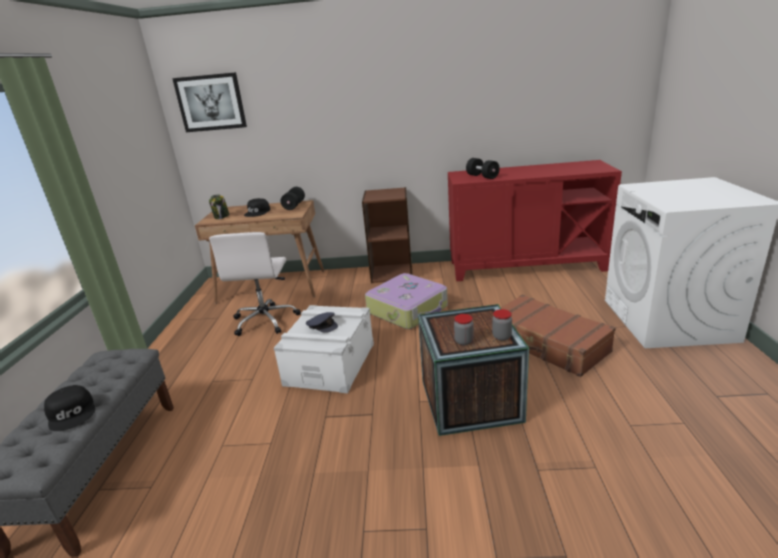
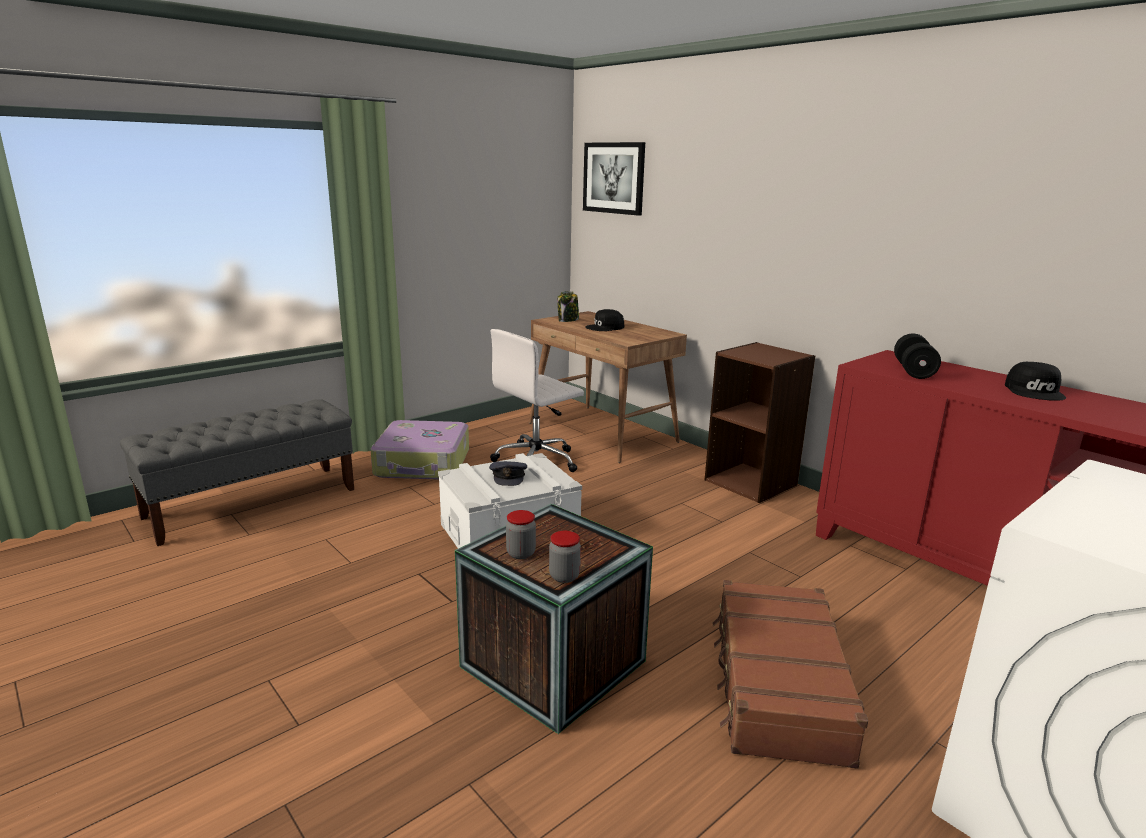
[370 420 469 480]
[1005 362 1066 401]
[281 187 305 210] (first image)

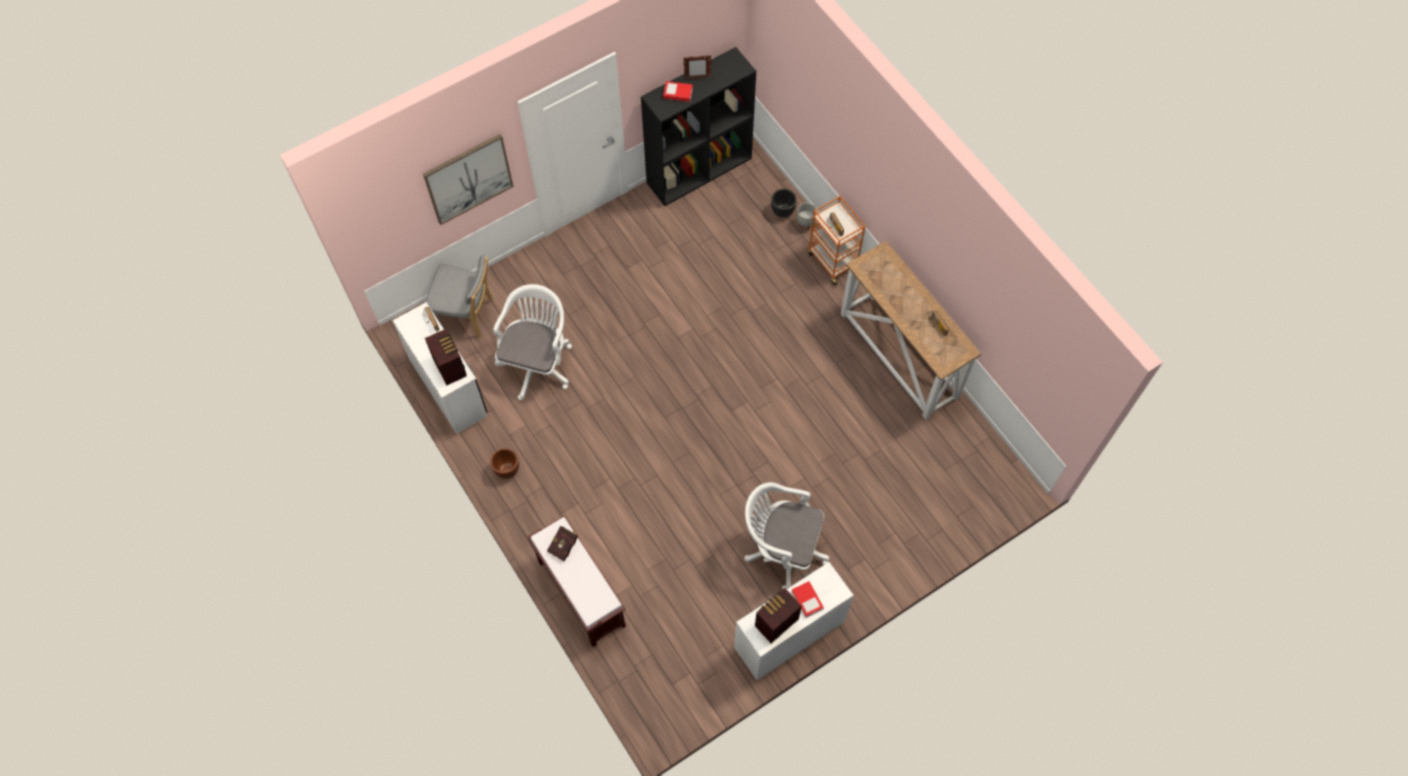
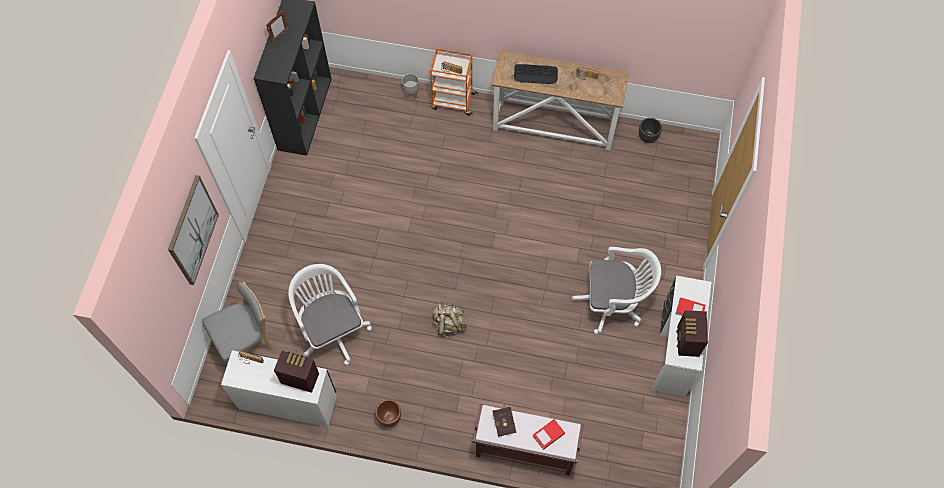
[432 301 466 337]
[514 64 558 84]
[533 419 565 450]
[572 247 661 334]
[639 118 662 143]

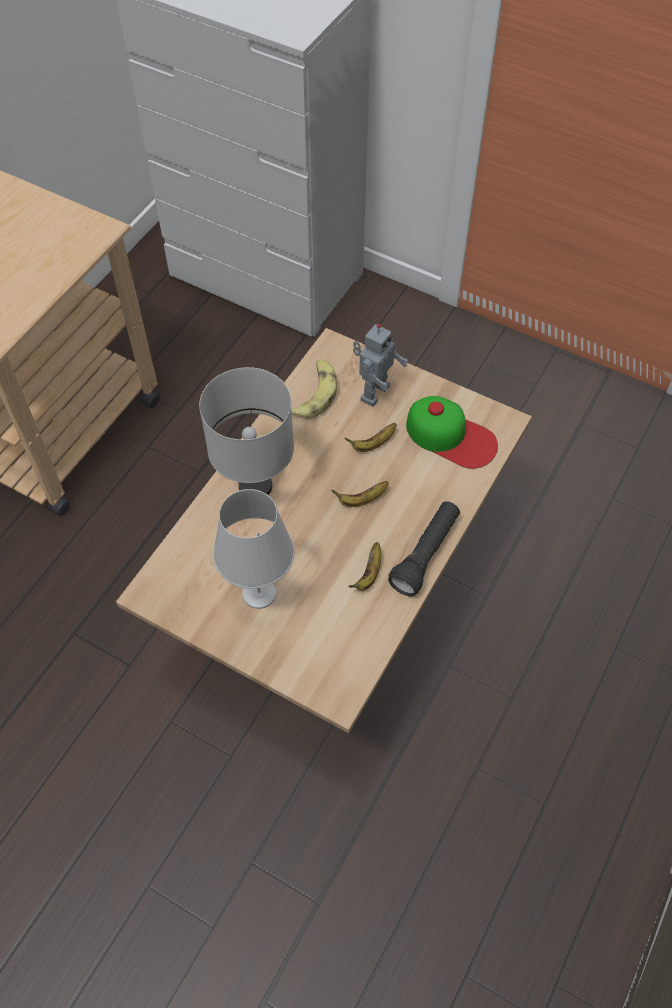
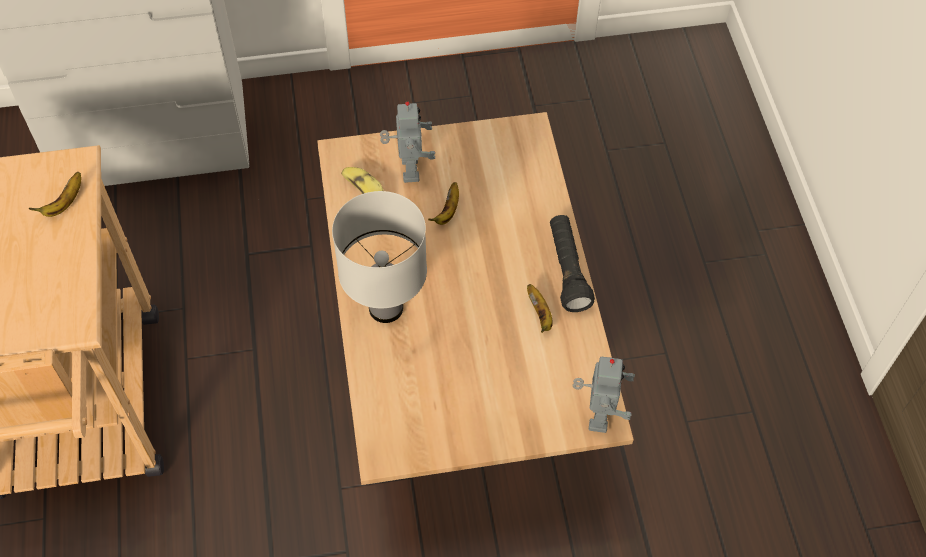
[28 172 81 217]
[572 357 635 433]
[213 489 294 609] (first image)
[406 396 498 469] (first image)

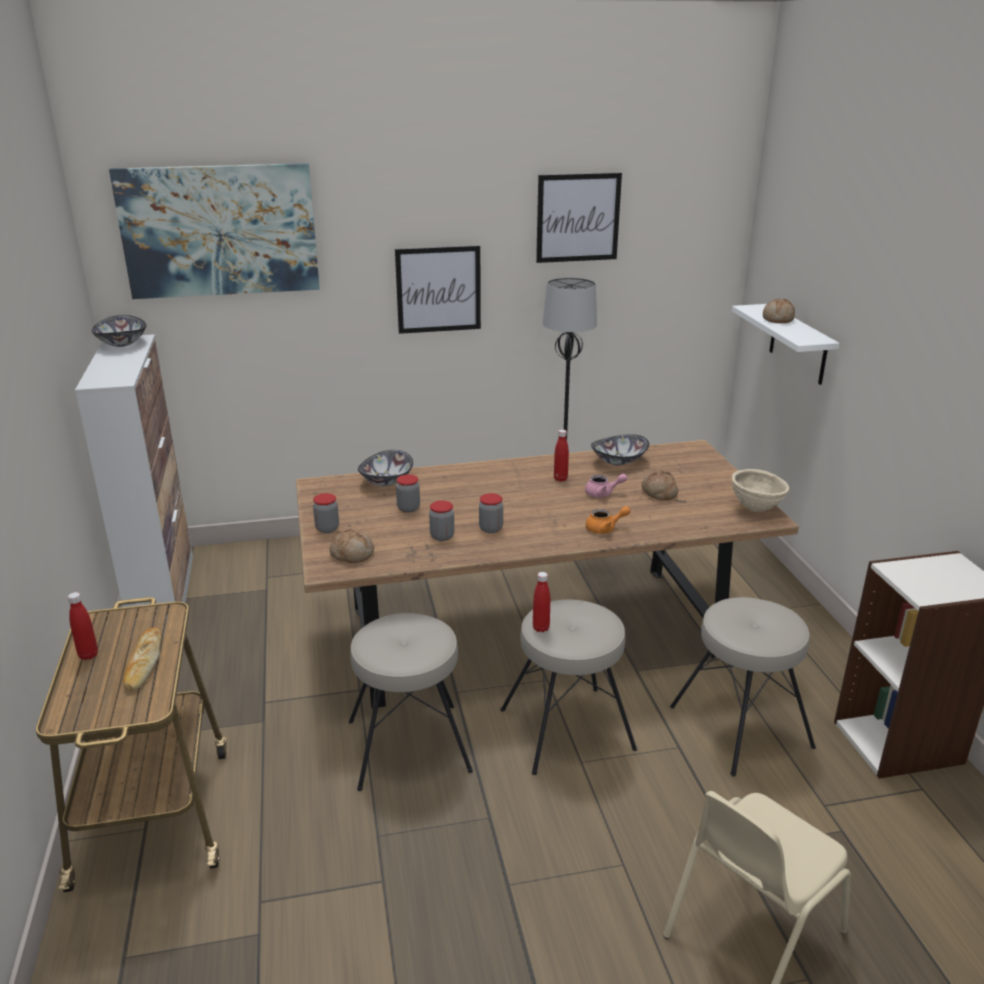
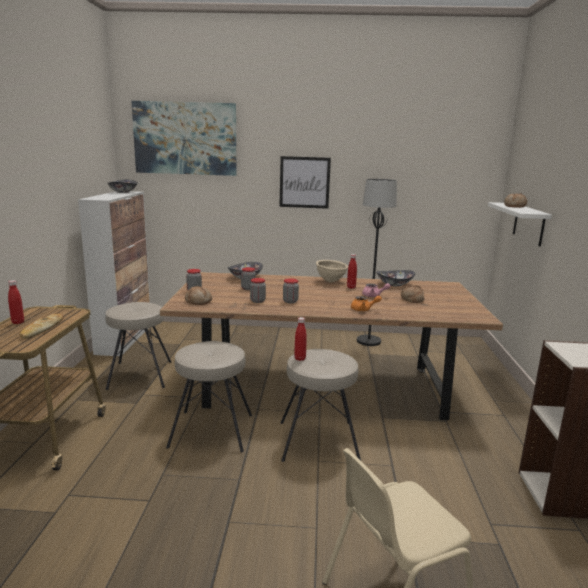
[106 302 171 390]
[316 260 348 282]
[536 173 622 263] (first image)

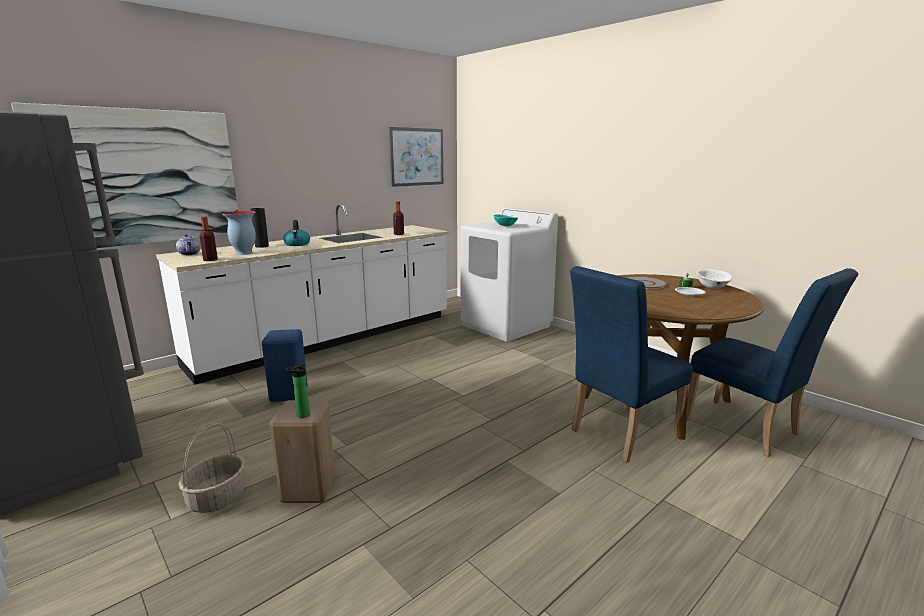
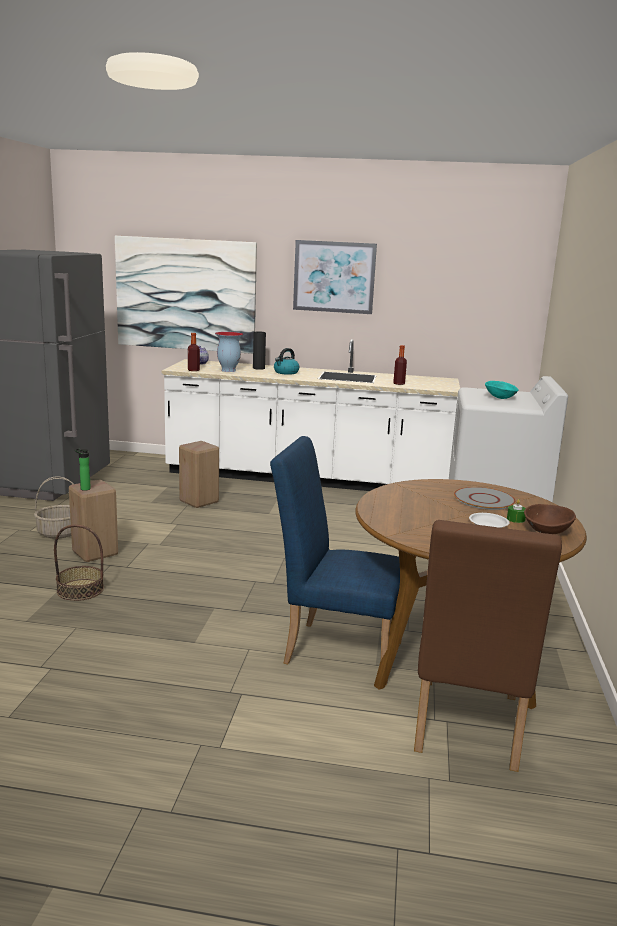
[54 524 104 601]
[179 441 219 508]
[293 240 377 314]
[414 520 562 772]
[524 504 576 534]

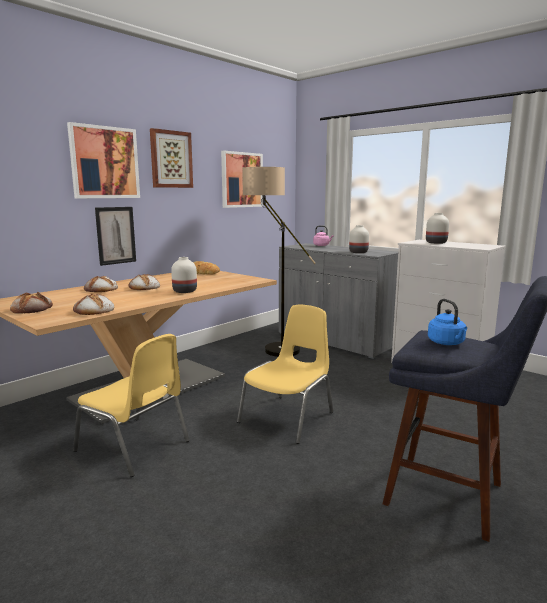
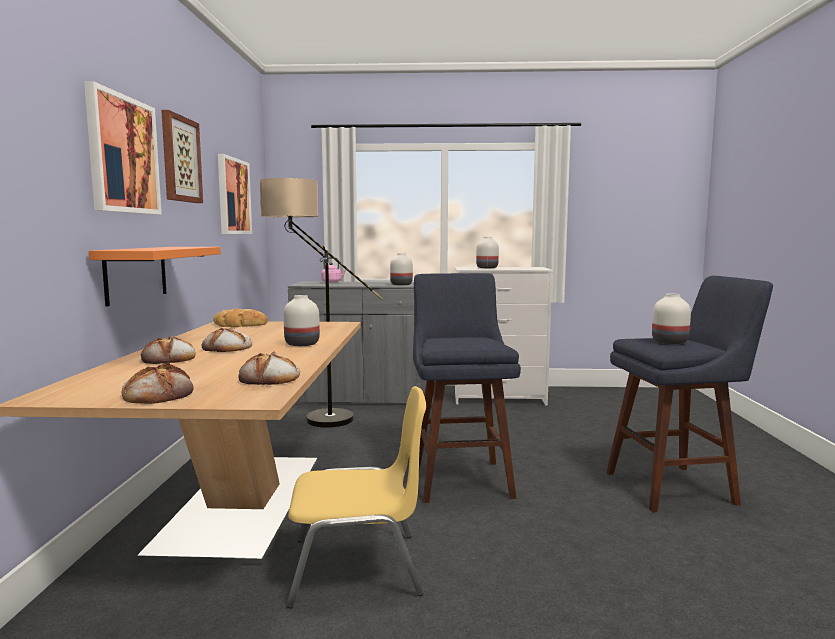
[89 247 221 307]
[413 273 521 503]
[652 294 691 344]

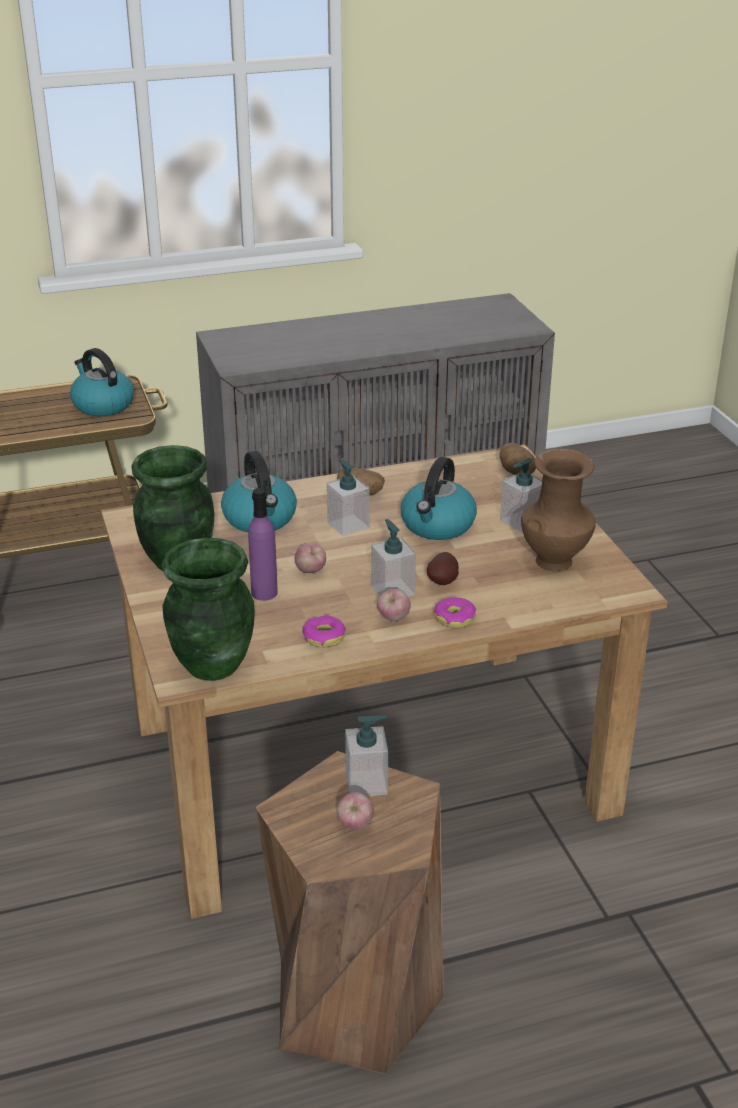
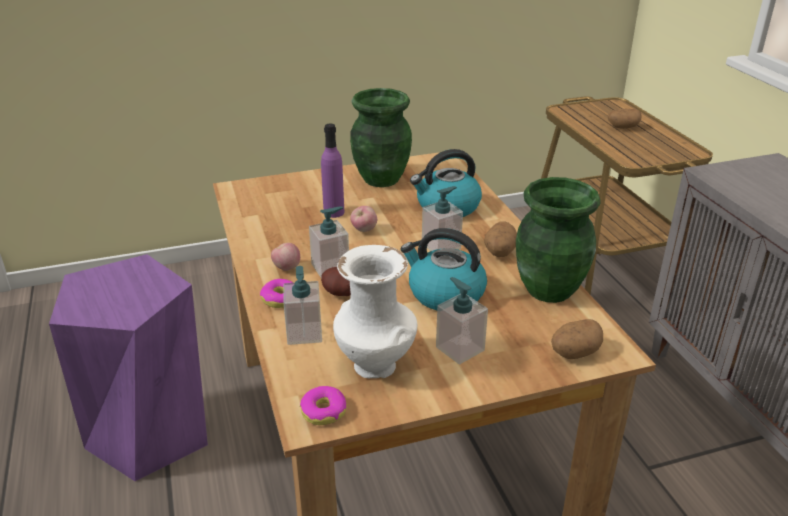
[49 254 208 481]
[284 266 322 345]
[300 386 346 425]
[333 245 417 378]
[516 177 601 303]
[608 109 642 129]
[70 348 134 416] (first image)
[337 792 374 830] (first image)

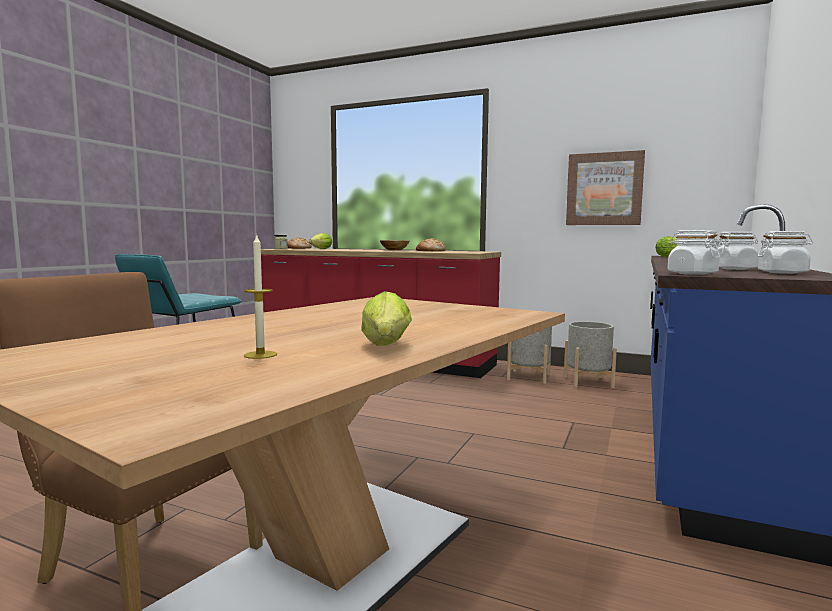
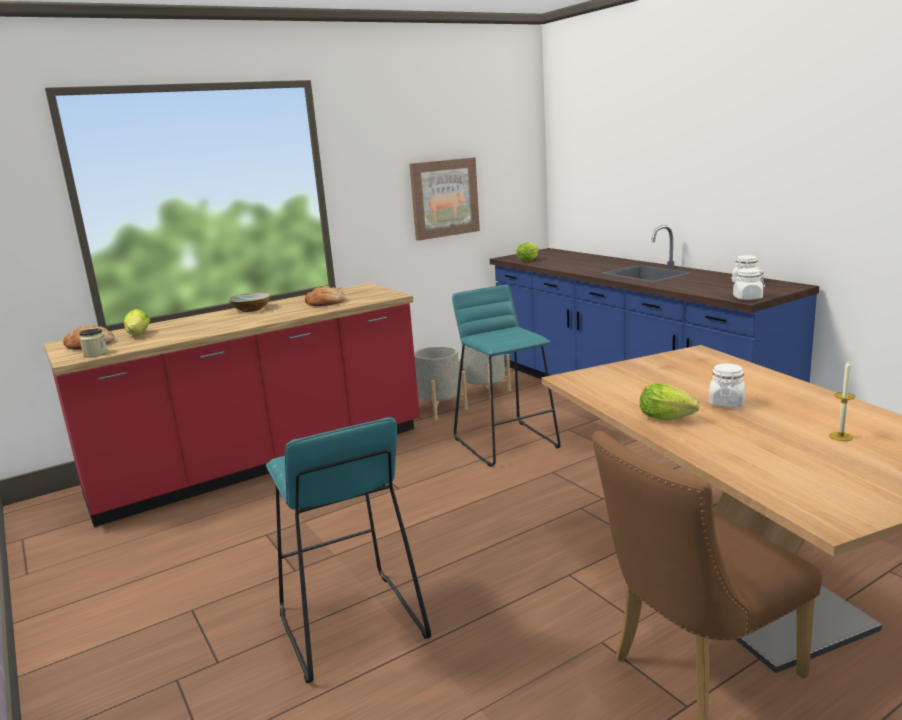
[452 285 561 467]
[640 383 700 420]
[709 364 745 408]

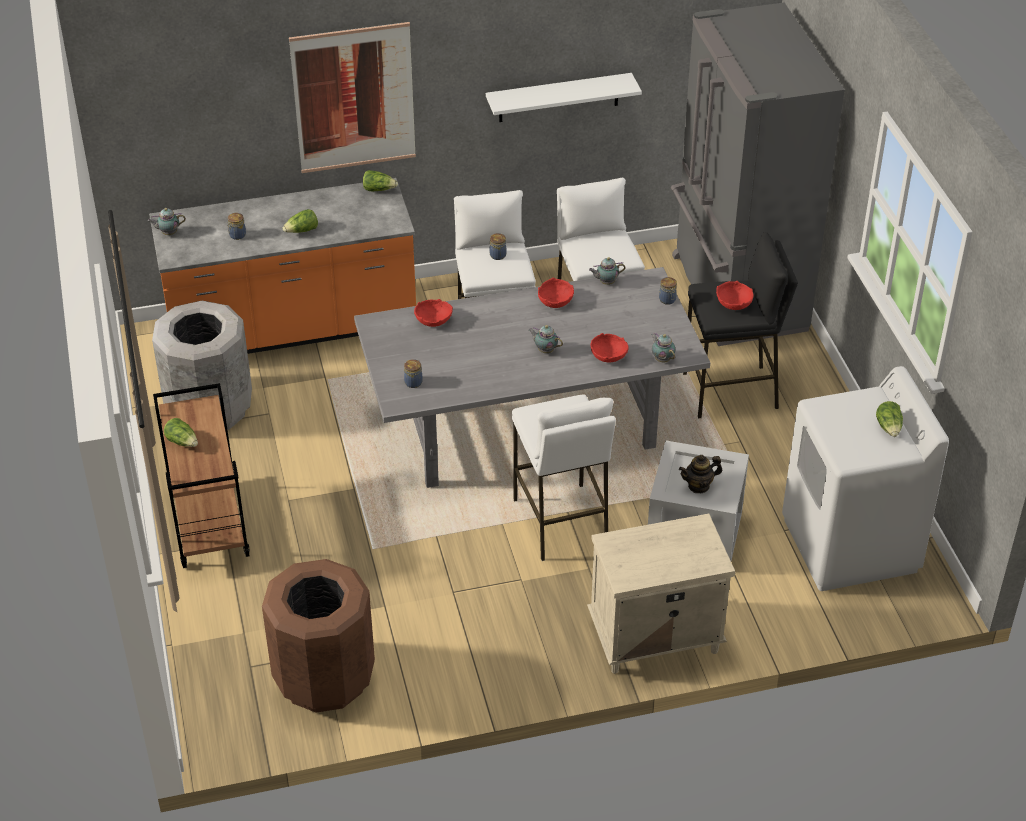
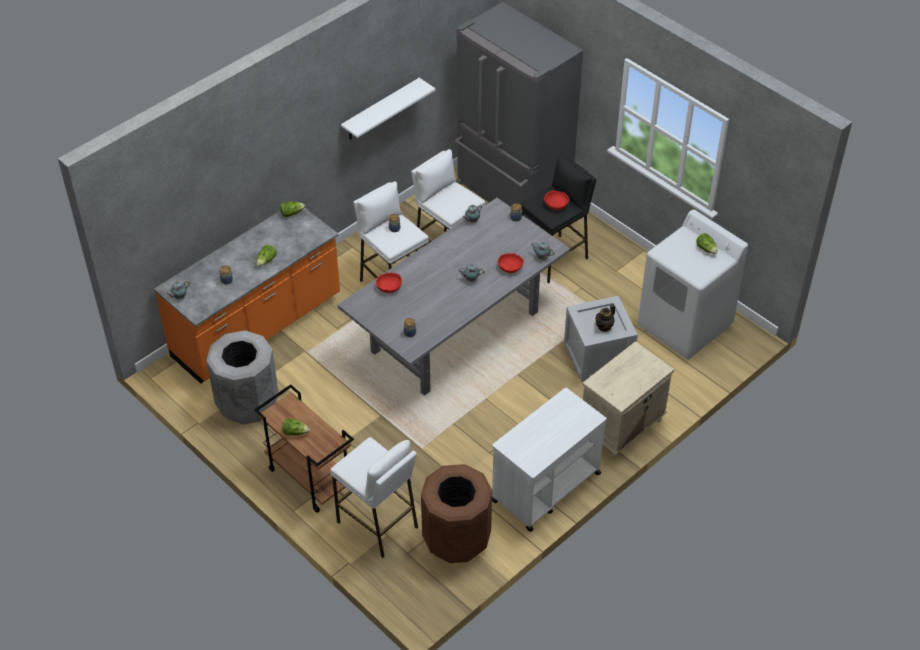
[330 437 418 558]
[492 388 607 532]
[289 22 416 173] (first image)
[538 278 574 308] (first image)

